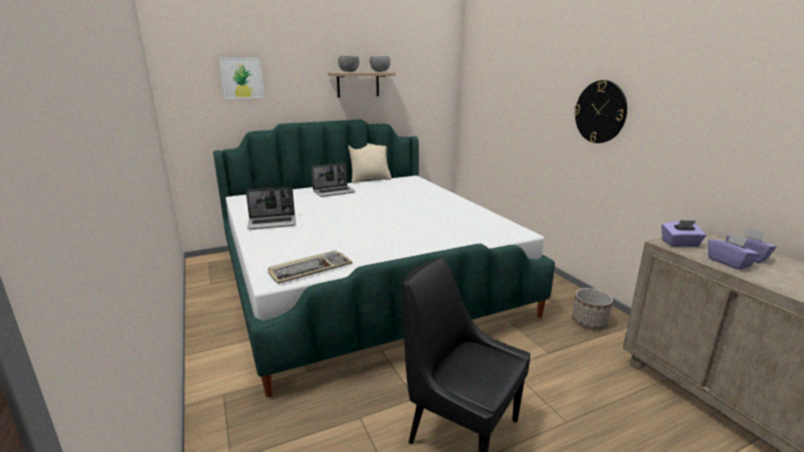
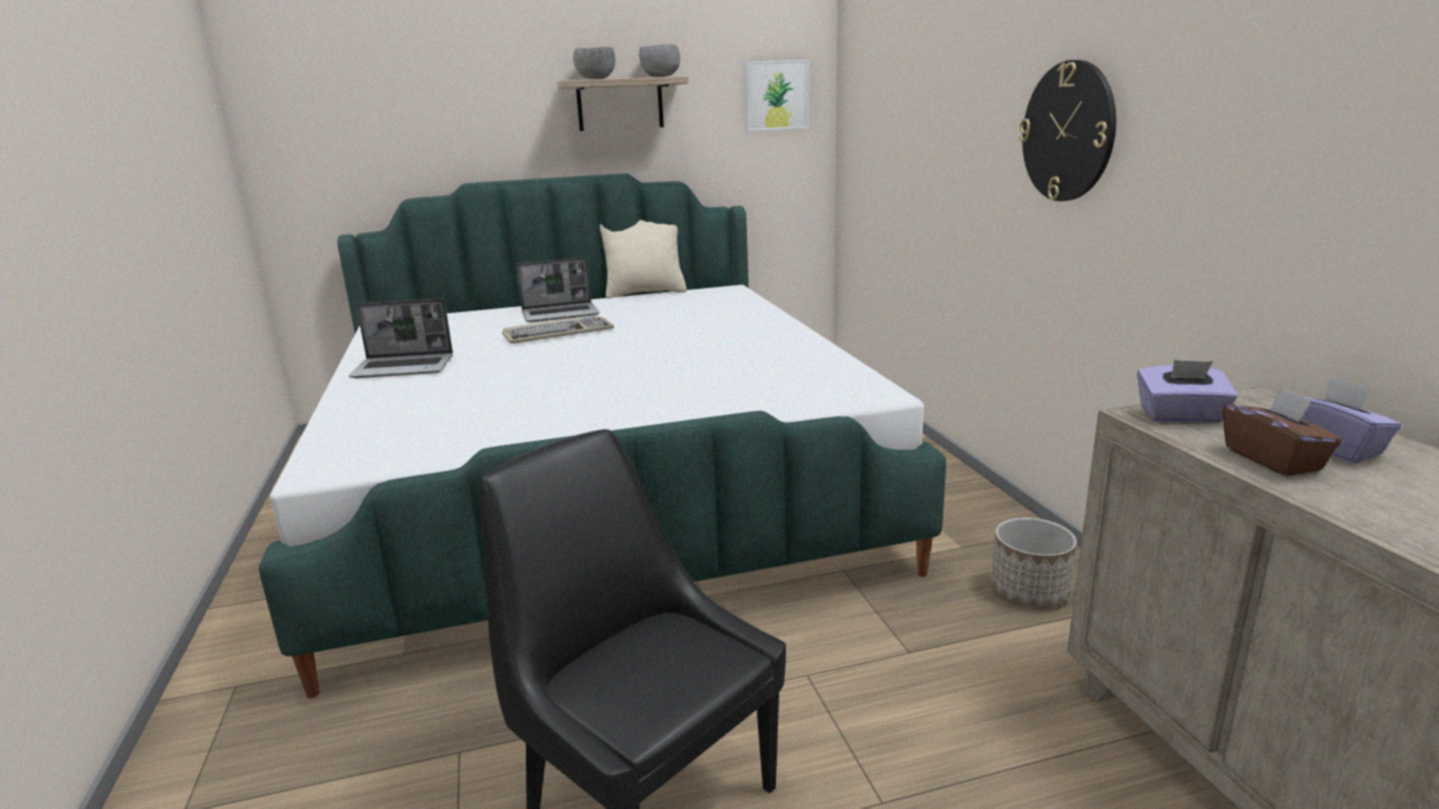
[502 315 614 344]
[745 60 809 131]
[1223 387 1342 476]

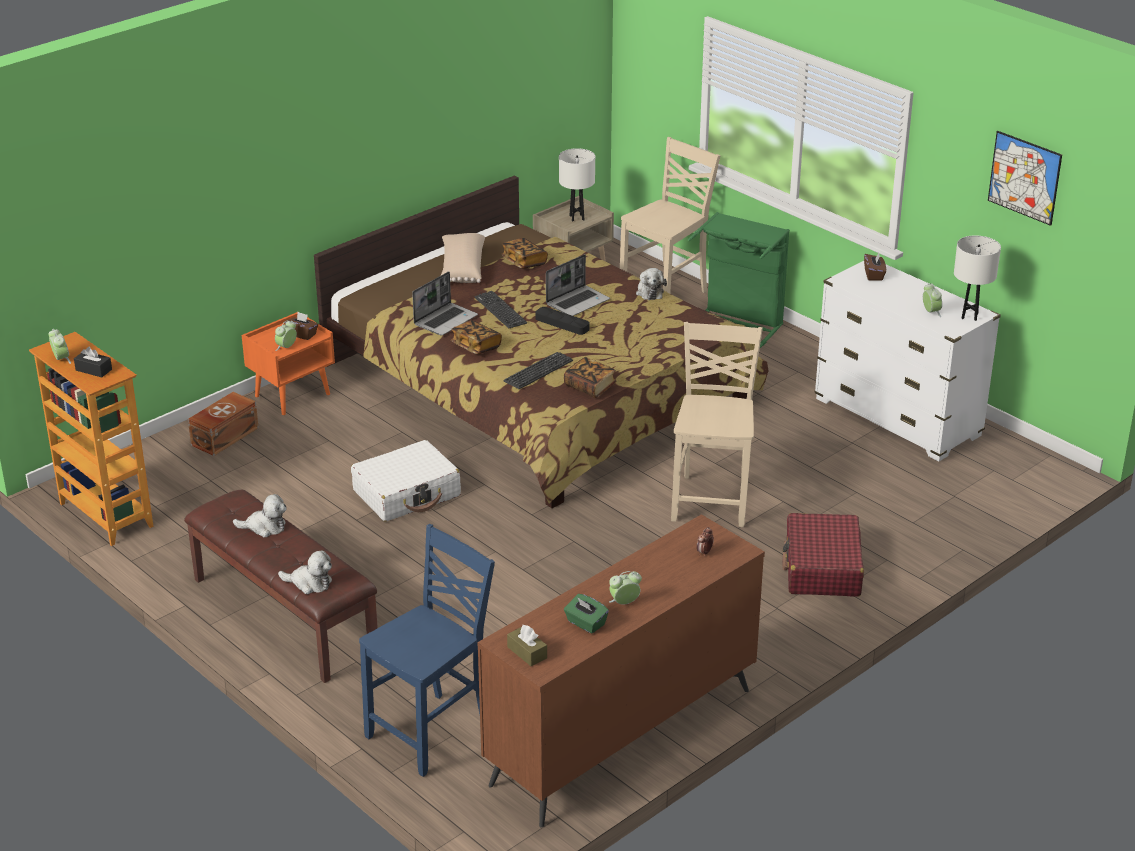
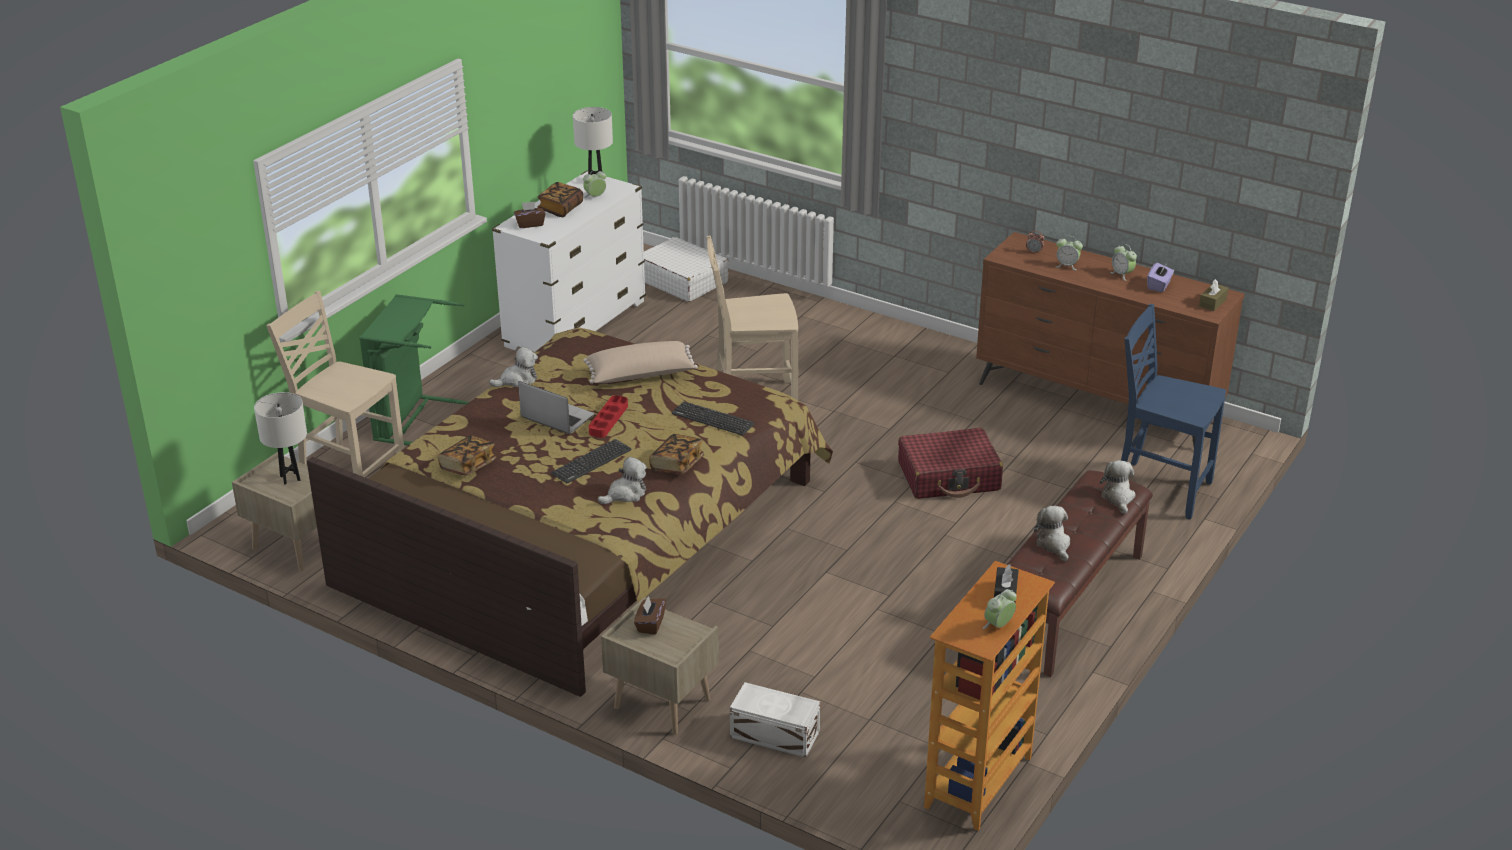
[537 182 583 217]
[583 341 698 384]
[589 395 628 438]
[598 457 647 504]
[601 597 719 735]
[644 237 729 302]
[730 682 820 758]
[898 428 1003 499]
[1055 236 1083 270]
[1147 262 1174 292]
[988 131 1062 226] (first image)

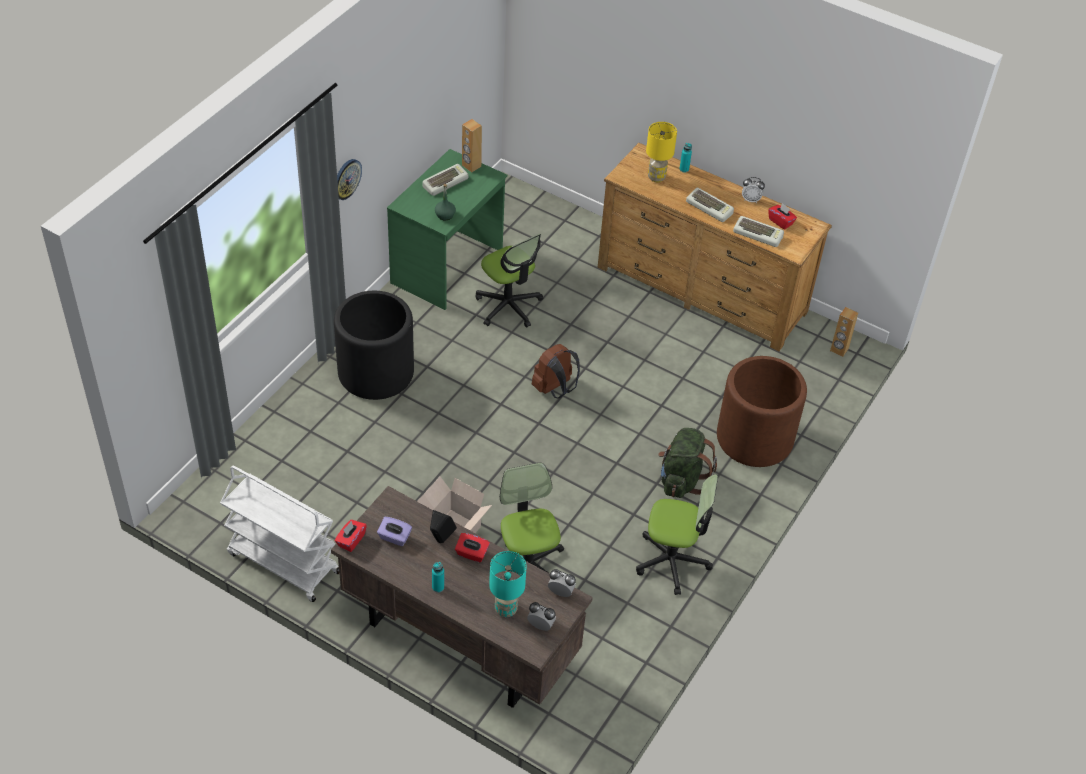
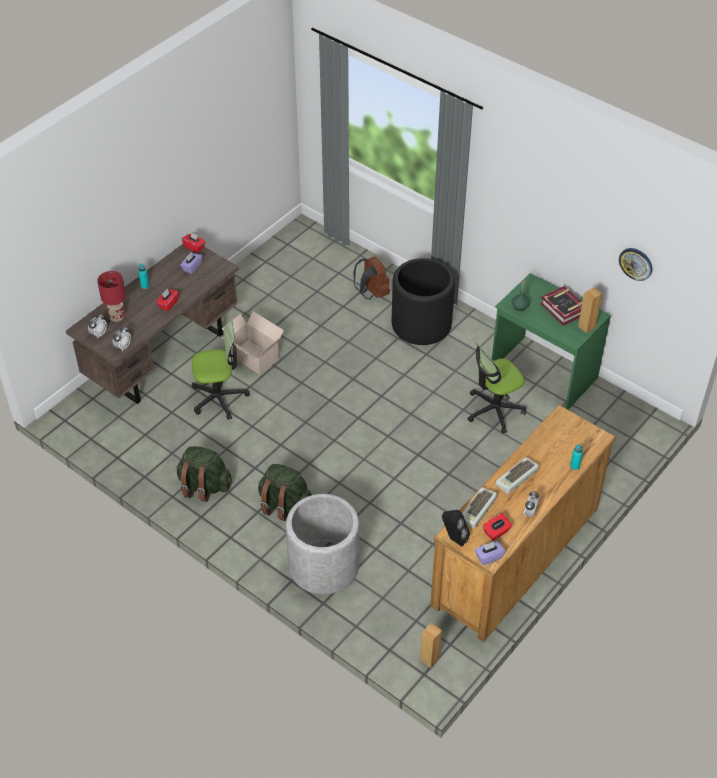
[97 271 126 322]
[176 446 232 502]
[286 494 359 594]
[353 257 390 299]
[442 510 470 547]
[475 541 505 565]
[540 286 582 326]
[619 248 652 281]
[220 466 339 602] (first image)
[646 122 677 182] (first image)

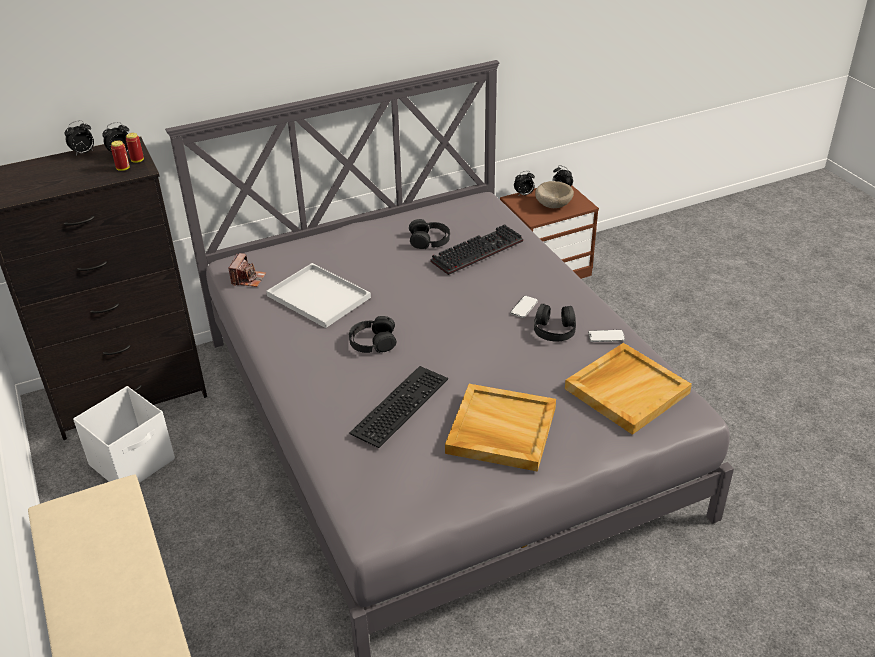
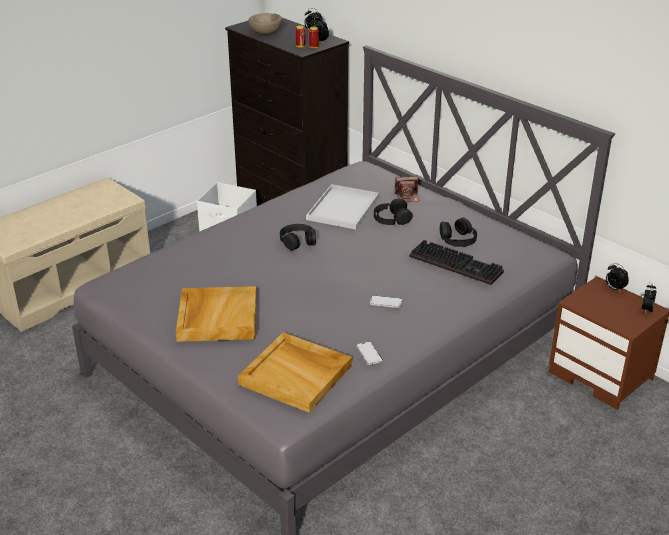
[248 13 282 35]
[374 199 413 225]
[395 176 420 202]
[349 366 448 448] (first image)

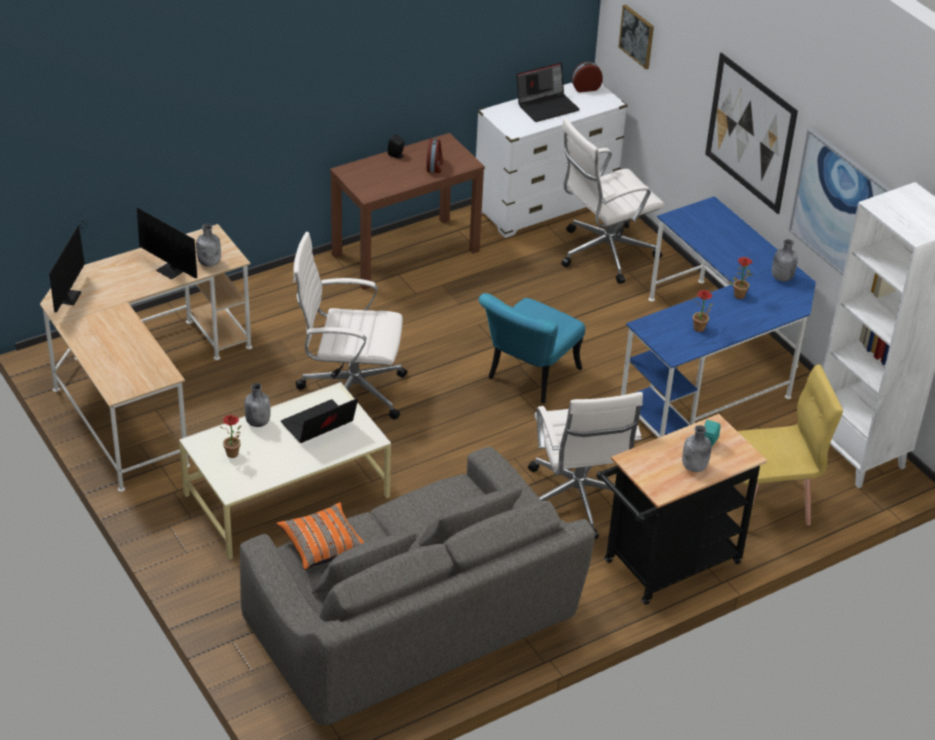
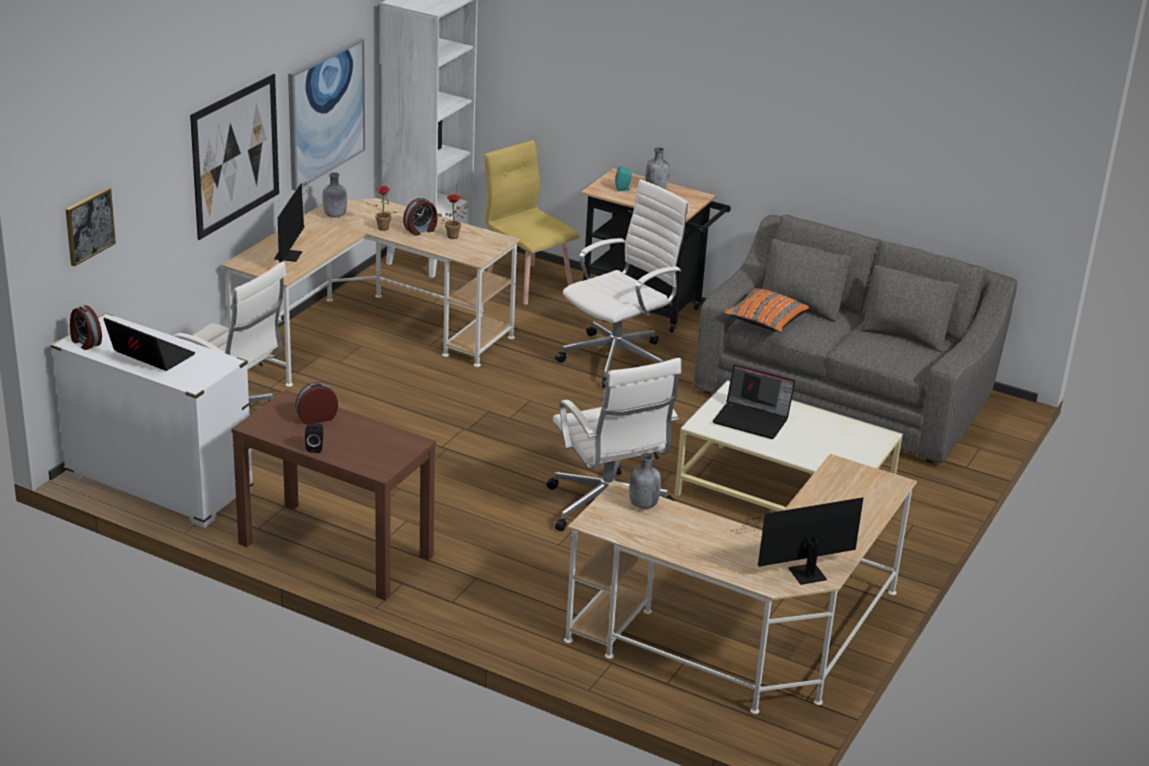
[222 198 520 387]
[274 181 309 263]
[403 198 438 236]
[724 289 810 333]
[221 415 241 458] (first image)
[244 383 271 427] (first image)
[479 293 585 403] (first image)

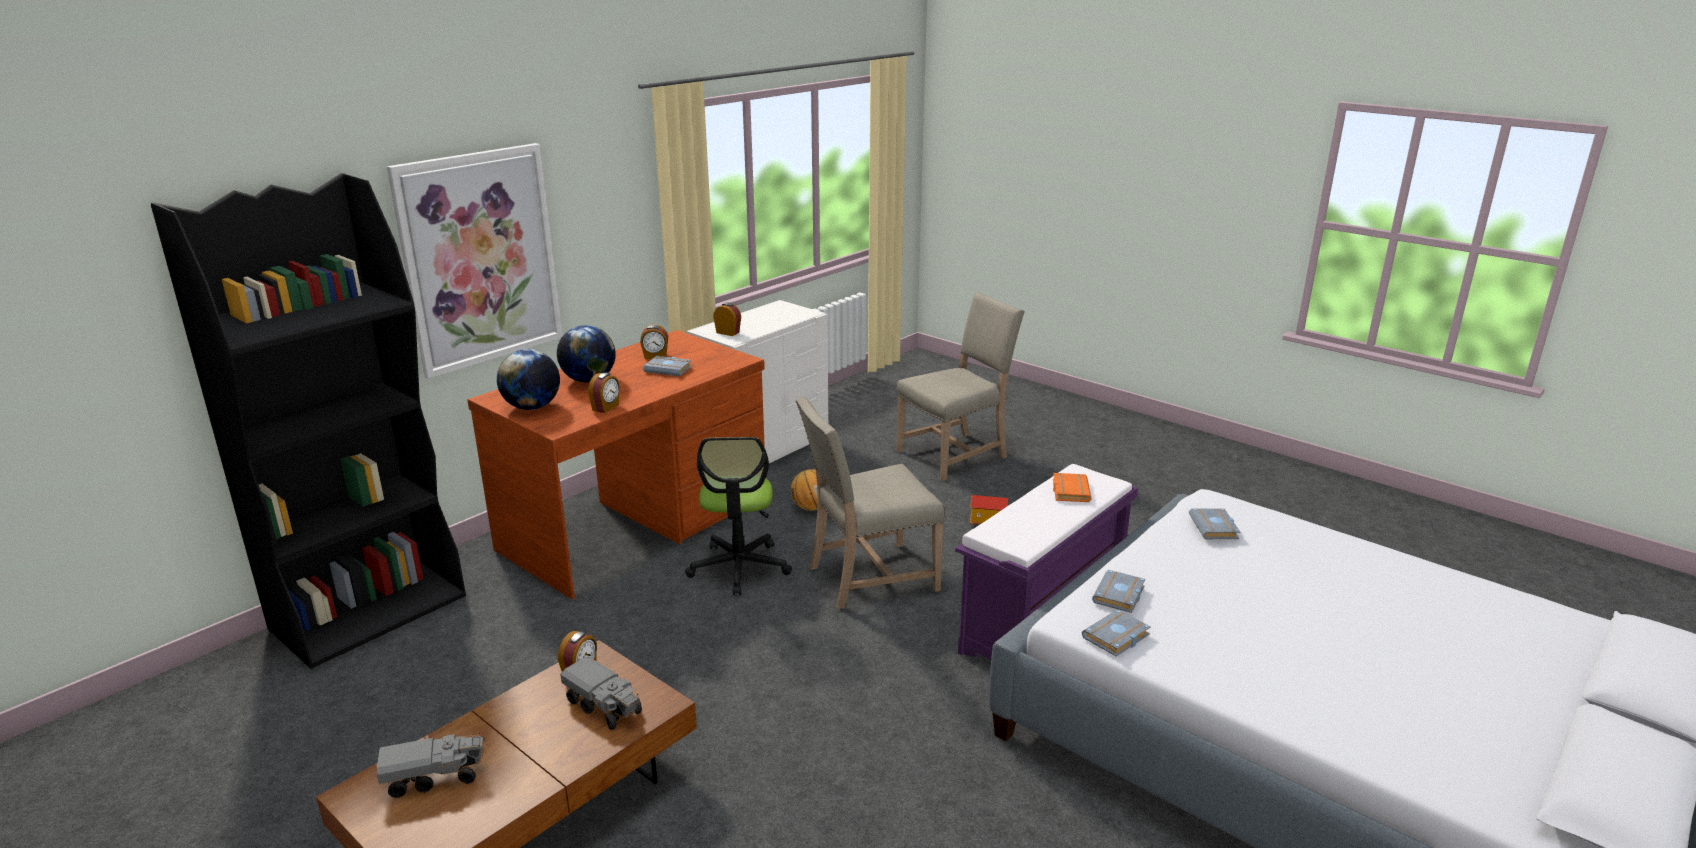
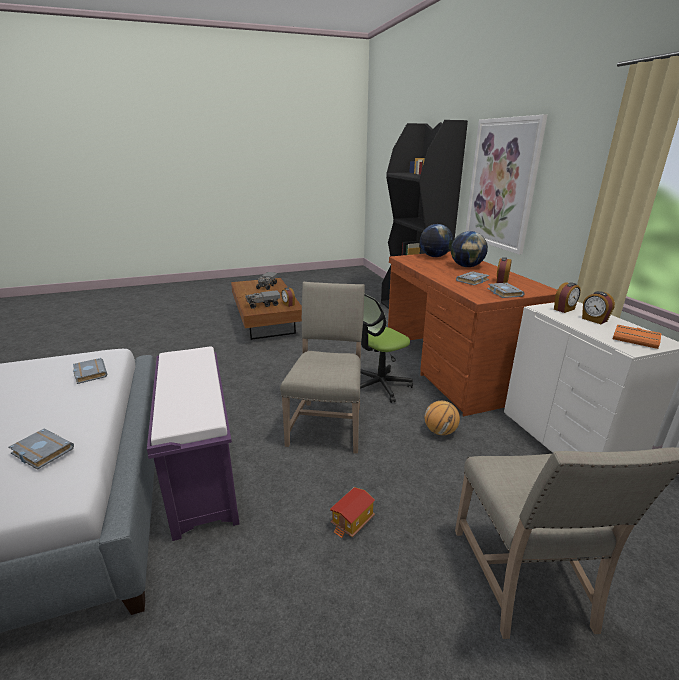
[360 294 413 403]
[487 283 525 298]
[582 291 615 324]
[613 325 661 349]

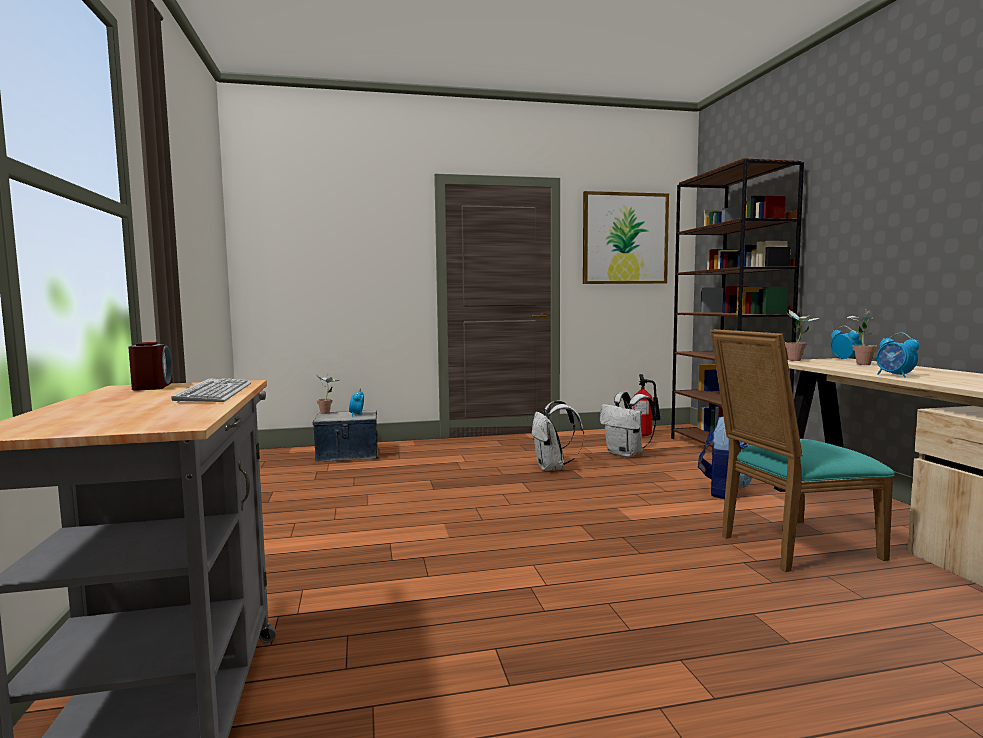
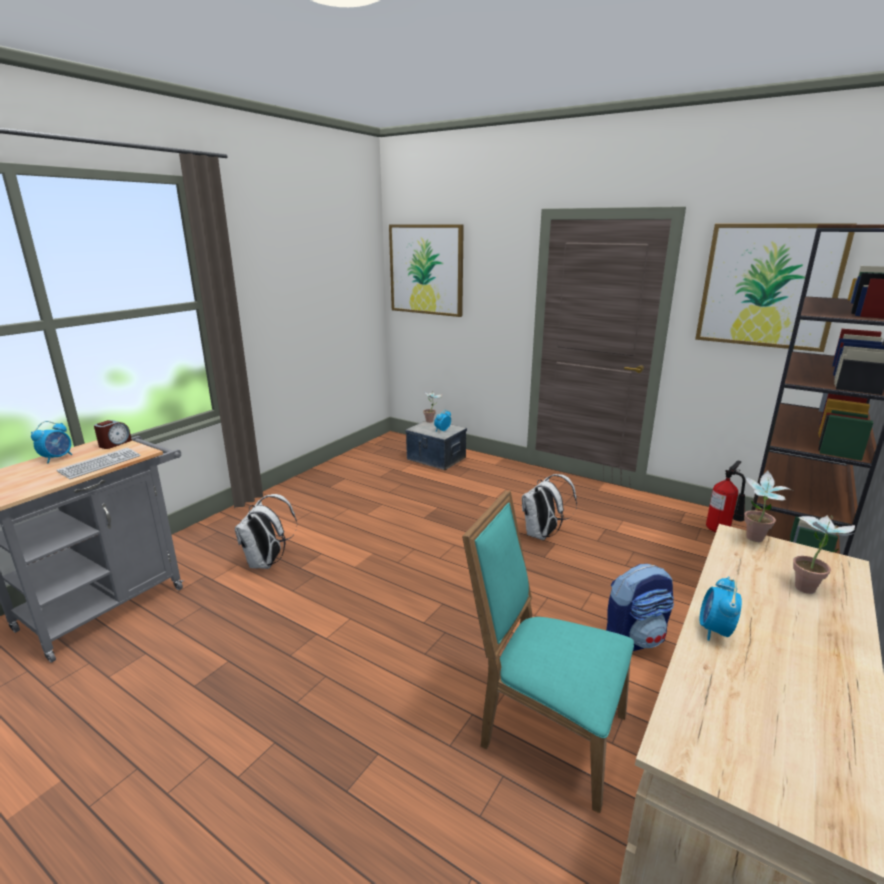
[31 421 72 463]
[235 494 297 569]
[389 224 464 317]

